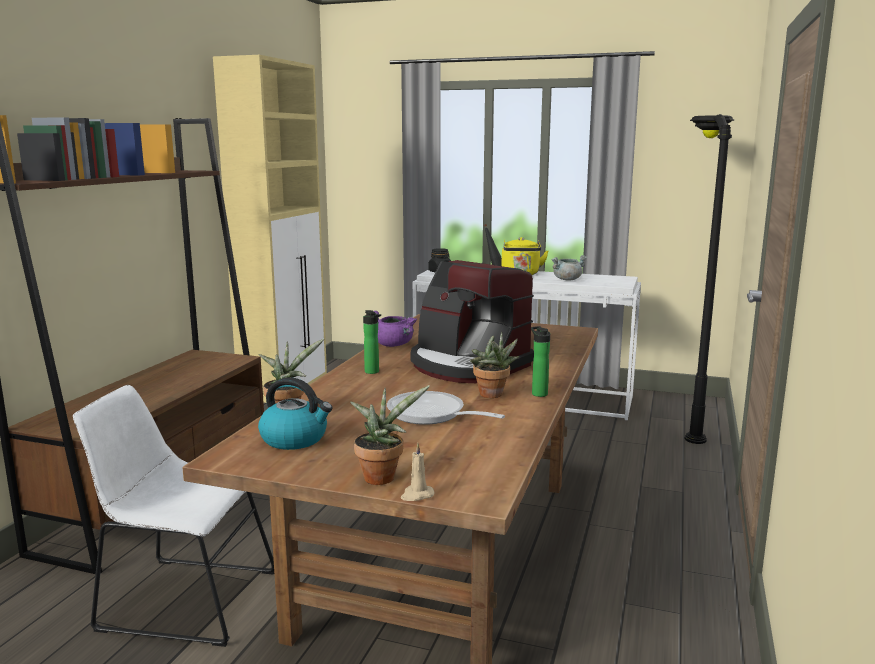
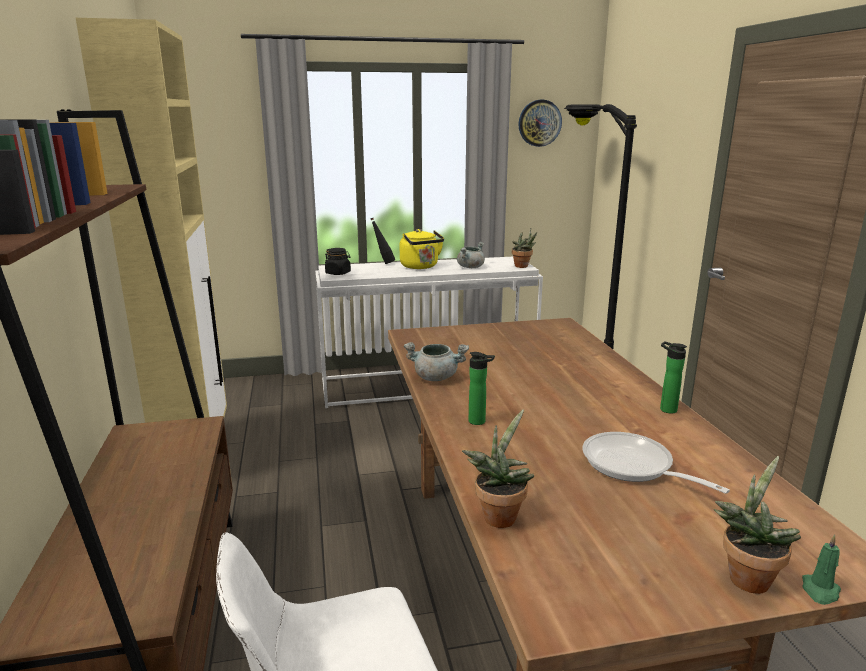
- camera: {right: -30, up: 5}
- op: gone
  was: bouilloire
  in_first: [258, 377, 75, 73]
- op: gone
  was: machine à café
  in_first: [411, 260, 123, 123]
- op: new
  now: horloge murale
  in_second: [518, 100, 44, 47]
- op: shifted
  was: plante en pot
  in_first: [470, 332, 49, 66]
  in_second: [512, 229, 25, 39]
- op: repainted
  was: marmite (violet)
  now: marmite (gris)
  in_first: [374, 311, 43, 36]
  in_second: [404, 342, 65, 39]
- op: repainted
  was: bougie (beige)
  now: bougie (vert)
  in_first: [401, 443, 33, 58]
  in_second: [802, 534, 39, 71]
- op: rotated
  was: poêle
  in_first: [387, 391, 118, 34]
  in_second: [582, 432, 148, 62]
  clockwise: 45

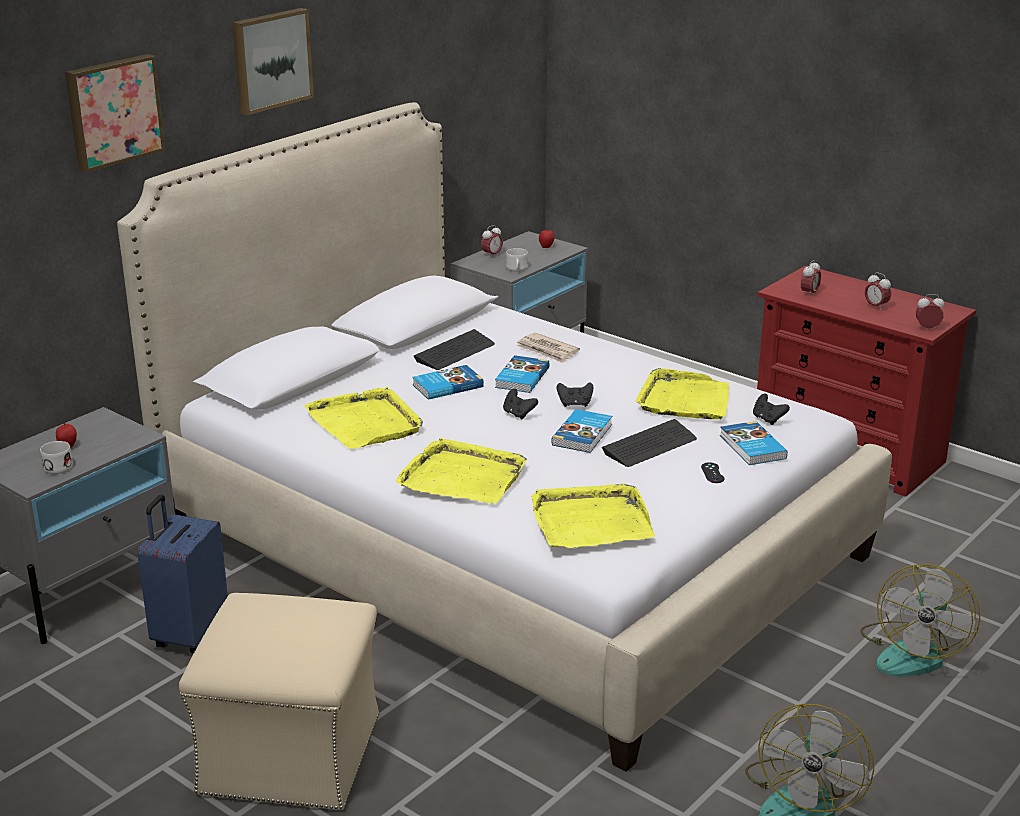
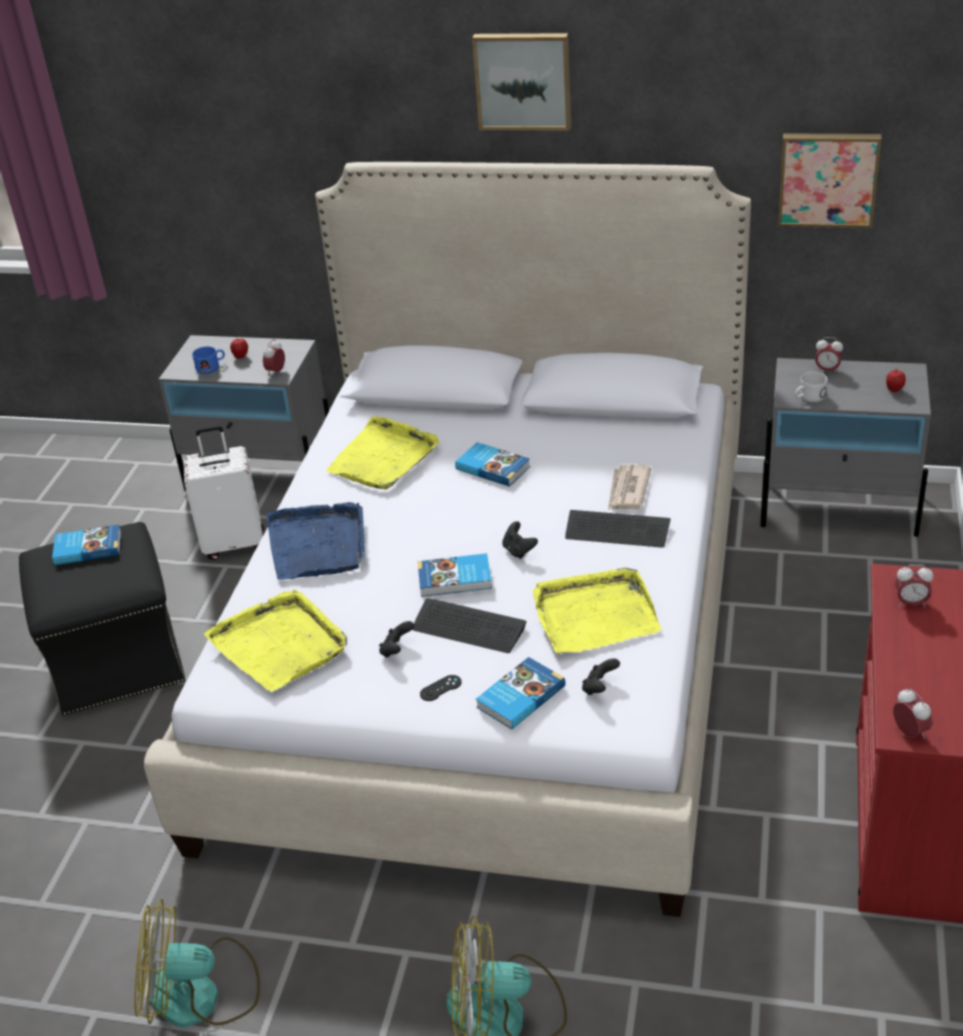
- camera: {right: 65, up: 10}
- op: shifted
  was: tableau
  in_first: [65, 54, 100, 119]
  in_second: [778, 133, 103, 95]
- op: shifted
  was: clavier
  in_first: [414, 329, 81, 41]
  in_second: [565, 510, 106, 38]
- op: shifted
  was: livre
  in_first: [495, 355, 55, 38]
  in_second: [52, 525, 69, 40]
- op: shifted
  was: manette (noir)
  in_first: [503, 389, 35, 31]
  in_second: [379, 621, 35, 37]
- op: shifted
  was: réveil
  in_first: [865, 272, 26, 39]
  in_second: [263, 339, 22, 37]
- op: repainted
  was: mug (blanc)
  now: mug (bleu)
  in_first: [40, 441, 33, 33]
  in_second: [192, 346, 33, 28]
- op: repainted
  was: valise (bleu)
  now: valise (blanc)
  in_first: [137, 495, 91, 159]
  in_second: [183, 426, 81, 134]
- op: repainted
  was: pouf (beige)
  now: pouf (noir)
  in_first: [179, 593, 200, 217]
  in_second: [19, 522, 167, 194]
- op: repainted
  was: plateau (jaune)
  now: plateau (bleu)
  in_first: [395, 437, 132, 66]
  in_second: [266, 502, 99, 78]

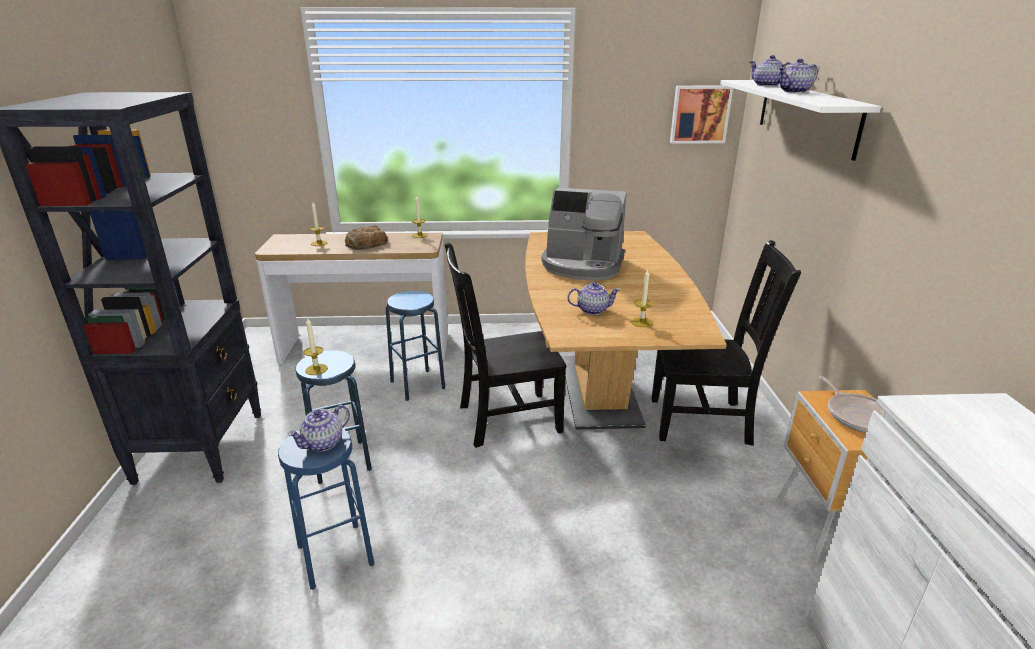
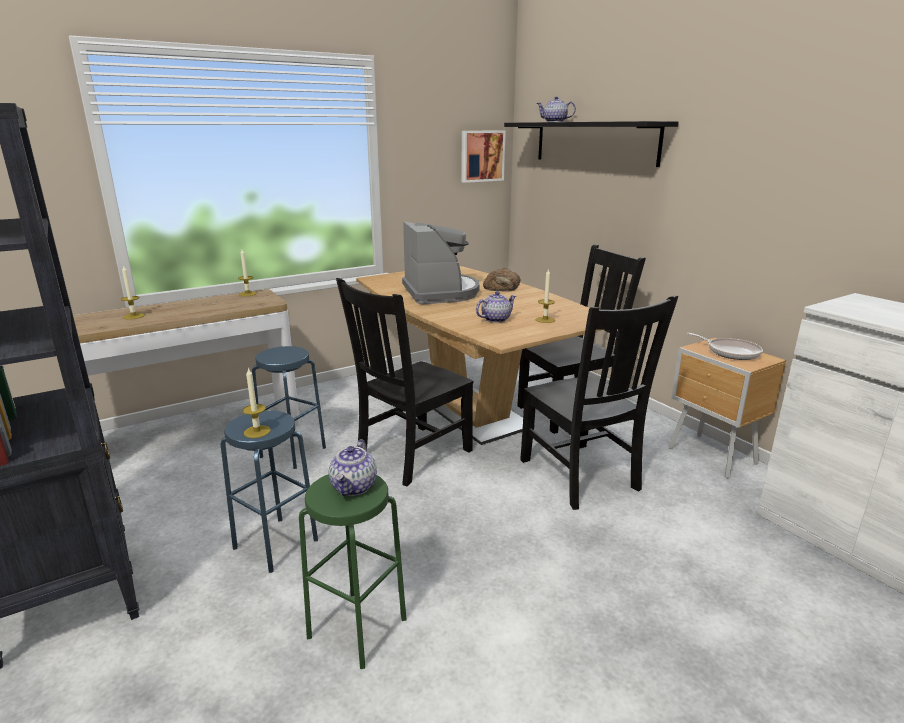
- camera: {right: -30, up: -5}
- op: gone
  was: théière
  in_first: [778, 59, 40, 34]
- op: new
  now: chaise (noir)
  in_second: [520, 295, 158, 215]
- op: shifted
  was: pain
  in_first: [345, 226, 43, 24]
  in_second: [483, 268, 37, 24]
- op: repainted
  was: tabouret (bleu)
  now: tabouret (vert)
  in_first: [278, 429, 96, 161]
  in_second: [299, 474, 108, 195]
- op: repainted
  was: étagère (blanc)
  now: étagère (noir)
  in_first: [720, 80, 161, 81]
  in_second: [504, 121, 175, 46]
- op: rotated
  was: machine à café
  in_first: [542, 187, 85, 93]
  in_second: [402, 221, 78, 83]
  clockwise: -90

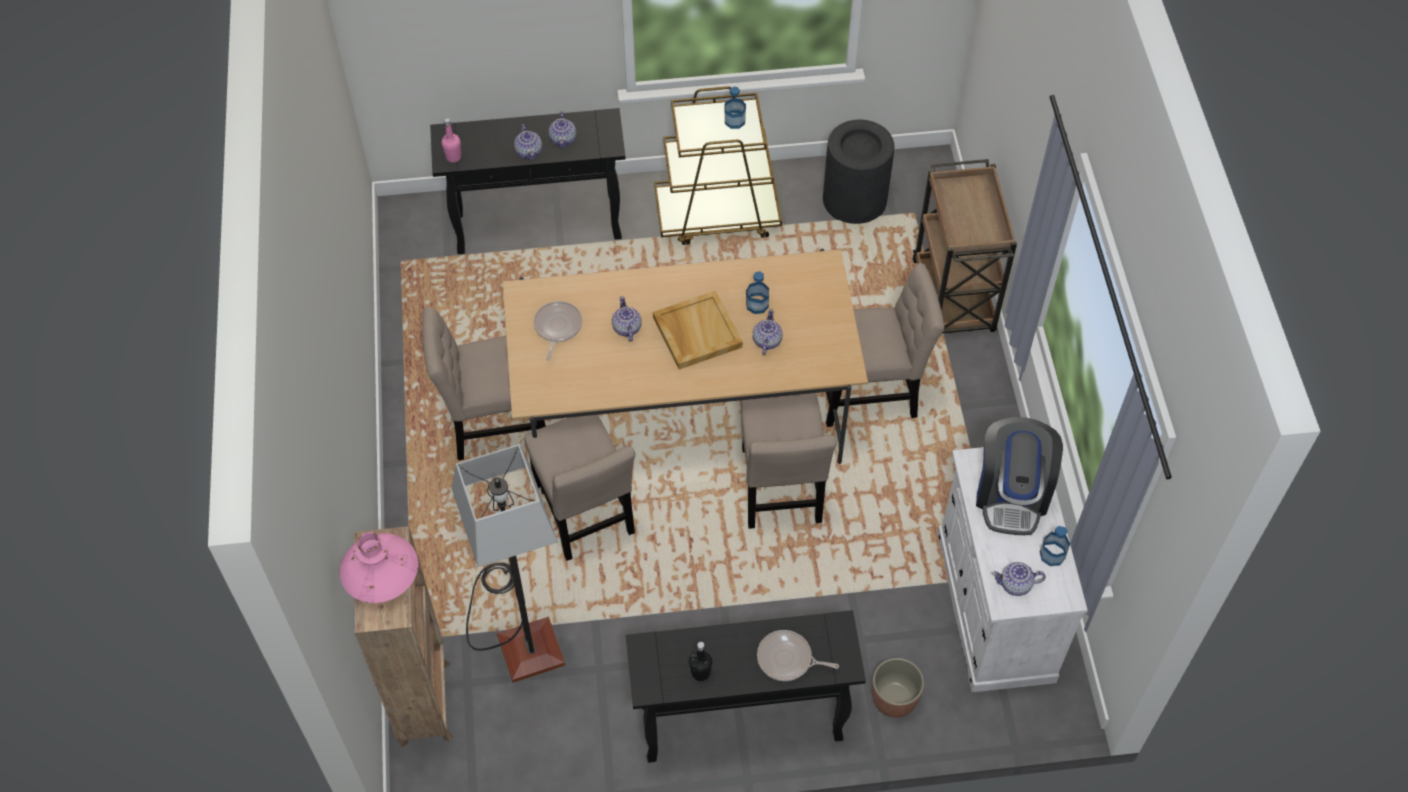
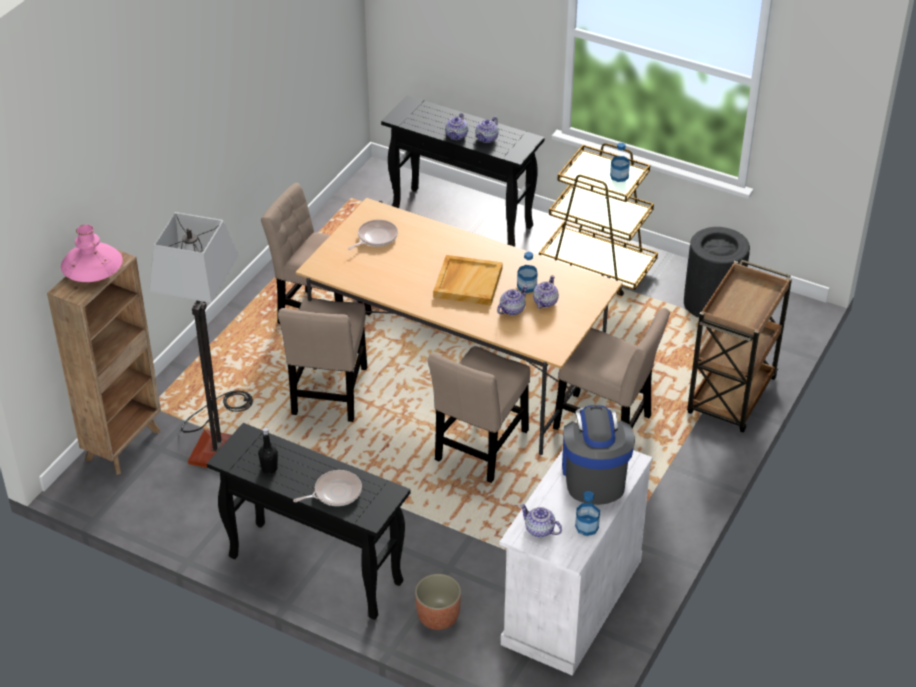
- camera: {right: 35, up: -15}
- op: gone
  was: bouteille (rose)
  in_first: [442, 118, 19, 45]
- op: shifted
  was: théière
  in_first: [612, 296, 30, 46]
  in_second: [533, 275, 26, 34]
- op: rotated
  was: poêle
  in_first: [757, 630, 82, 51]
  in_second: [293, 470, 69, 36]
  clockwise: 105
- op: rotated
  was: machine à café
  in_first: [976, 417, 87, 118]
  in_second: [562, 405, 73, 100]
  clockwise: 135

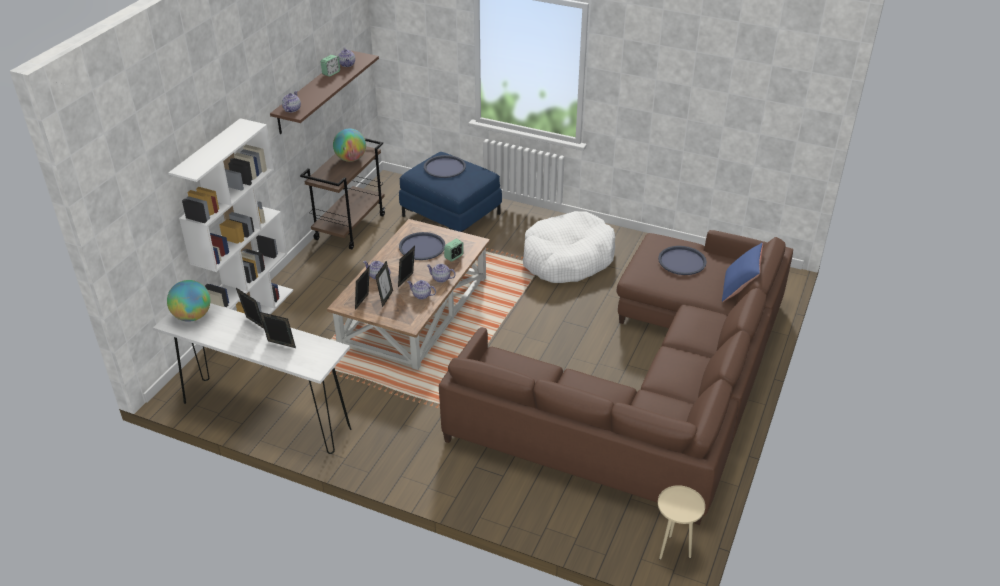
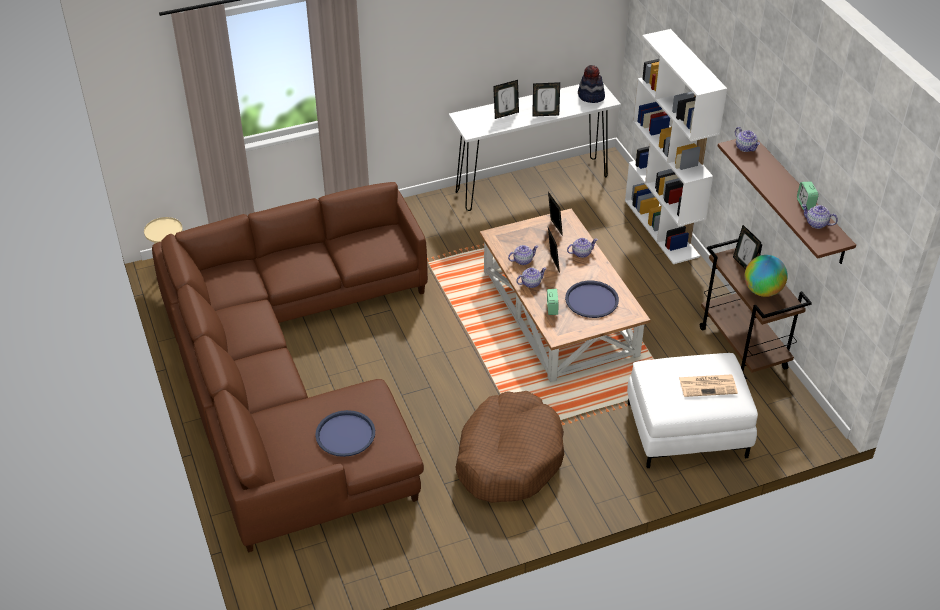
- camera: {right: 135, up: 5}
- op: gone
  was: coussin (bleu)
  in_first: [722, 243, 41, 59]
- op: shifted
  was: cadre photo
  in_first: [375, 261, 18, 46]
  in_second: [733, 225, 28, 44]
- op: swapped
  was: globe
  now: chapeau
  in_first: [167, 280, 44, 42]
  in_second: [578, 65, 27, 38]
- op: swapped
  was: plateau (bleu)
  now: journal
  in_first: [424, 155, 42, 23]
  in_second: [679, 375, 59, 22]
- op: repainted
  was: pouf (bleu)
  now: pouf (blanc)
  in_first: [399, 152, 103, 80]
  in_second: [627, 353, 131, 115]
- op: repainted
  was: panier pour chien (blanc)
  now: panier pour chien (marron)
  in_first: [523, 211, 92, 72]
  in_second: [455, 391, 109, 112]

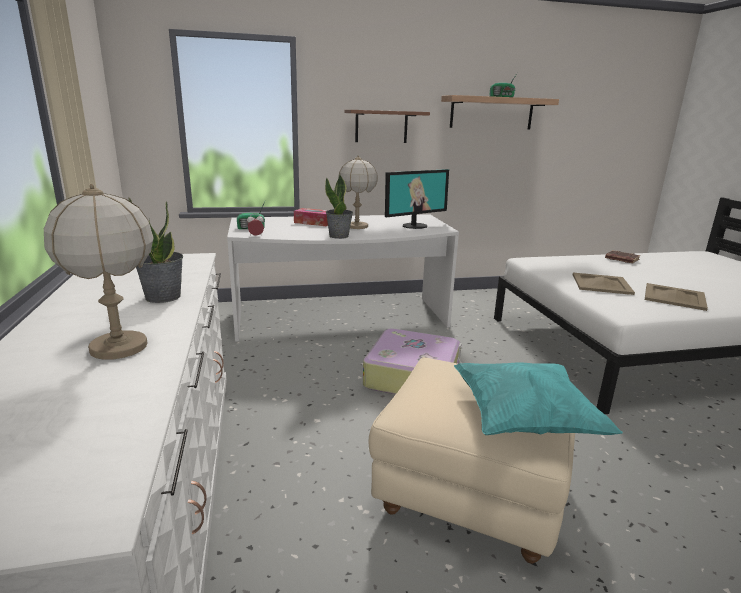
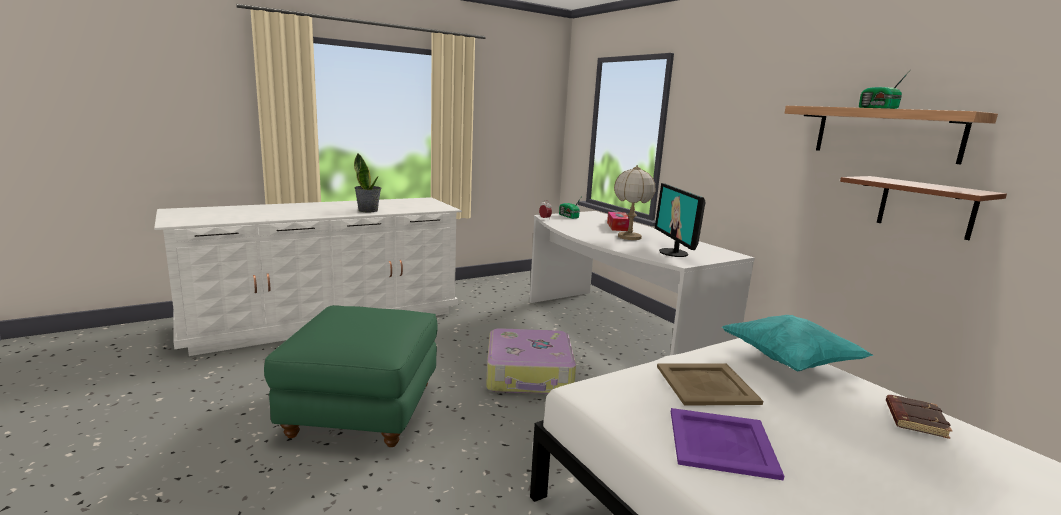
- camera: {right: 70, up: -5}
- op: gone
  was: lampe de table
  in_first: [44, 184, 110, 176]
- op: gone
  was: plante en pot
  in_first: [325, 175, 28, 64]
- op: shifted
  was: étagère (marron)
  in_first: [344, 110, 86, 33]
  in_second: [840, 176, 167, 64]
- op: shifted
  was: coussin (turquoise)
  in_first: [454, 363, 169, 72]
  in_second: [722, 315, 152, 57]
- op: repainted
  was: pouf (beige)
  now: pouf (vert)
  in_first: [369, 357, 206, 207]
  in_second: [264, 305, 174, 142]
- op: repainted
  was: plateau (beige)
  now: plateau (violet)
  in_first: [645, 283, 63, 28]
  in_second: [671, 408, 113, 73]
- op: rotated
  was: écran d'ordinateur
  in_first: [385, 169, 64, 60]
  in_second: [655, 183, 51, 74]
  clockwise: 45

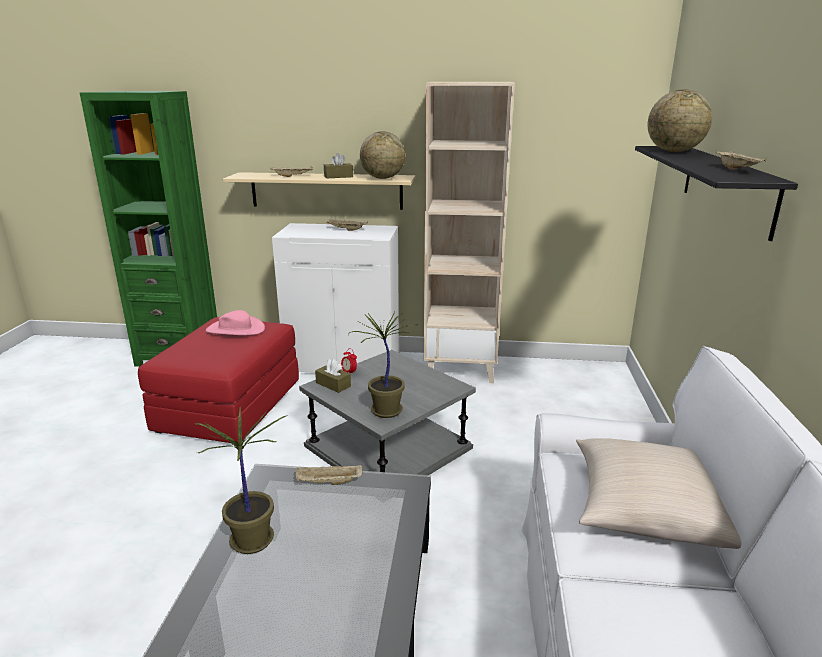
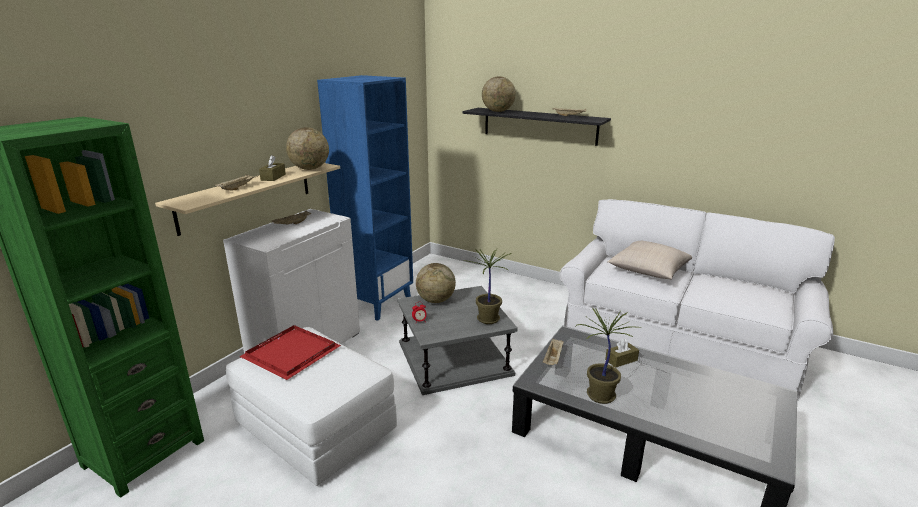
- camera: {right: -65, up: 0}
- op: new
  now: globe
  in_second: [416, 263, 40, 40]
- op: shifted
  was: boîte à mouchoirs (marron)
  in_first: [315, 359, 36, 34]
  in_second: [605, 339, 34, 29]
- op: swapped
  was: chapeau (rose)
  now: plateau (rouge)
  in_first: [206, 310, 59, 25]
  in_second: [240, 325, 101, 55]
- op: repainted
  was: pouf (rouge)
  now: pouf (blanc)
  in_first: [138, 317, 161, 127]
  in_second: [226, 327, 171, 159]
- op: repainted
  was: bibliothèque (beige)
  now: bibliothèque (bleu)
  in_first: [424, 82, 91, 301]
  in_second: [317, 75, 96, 246]

